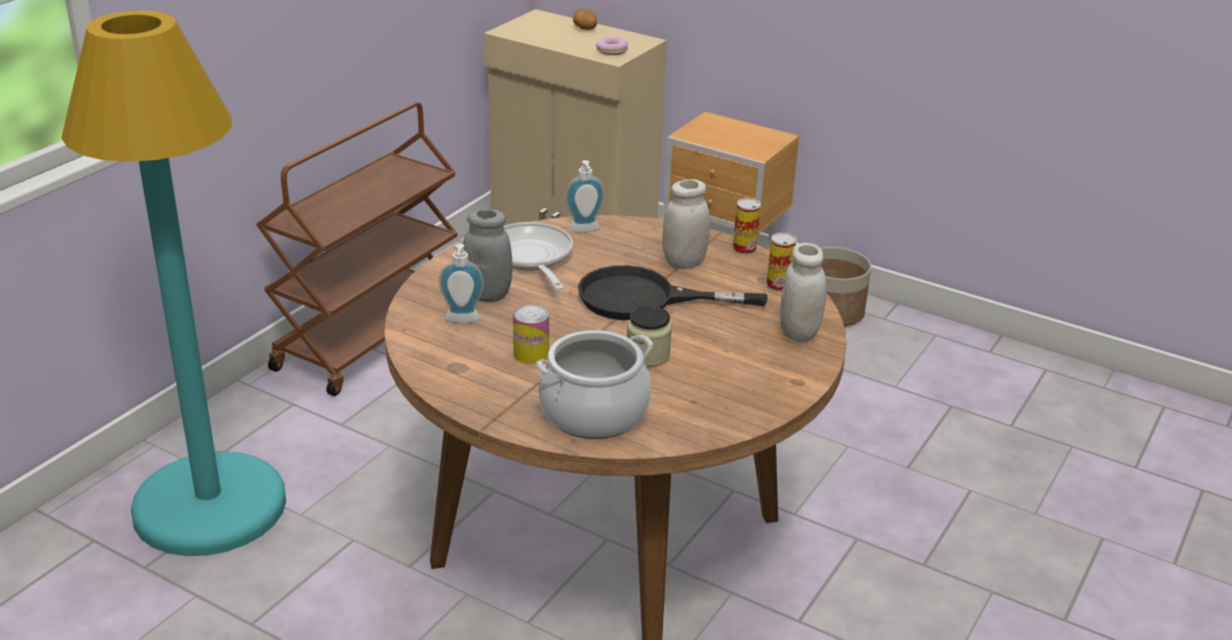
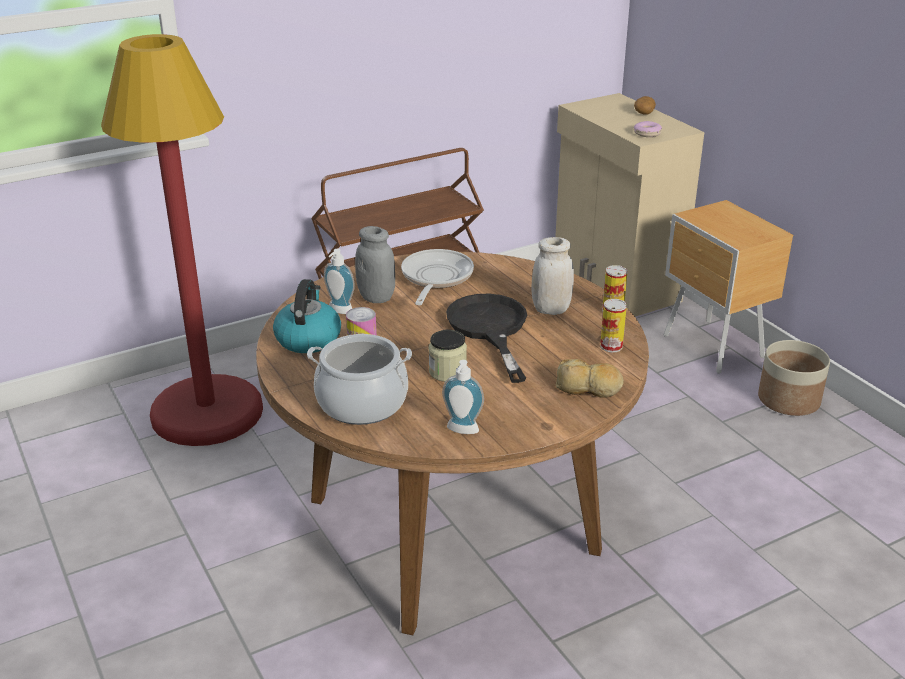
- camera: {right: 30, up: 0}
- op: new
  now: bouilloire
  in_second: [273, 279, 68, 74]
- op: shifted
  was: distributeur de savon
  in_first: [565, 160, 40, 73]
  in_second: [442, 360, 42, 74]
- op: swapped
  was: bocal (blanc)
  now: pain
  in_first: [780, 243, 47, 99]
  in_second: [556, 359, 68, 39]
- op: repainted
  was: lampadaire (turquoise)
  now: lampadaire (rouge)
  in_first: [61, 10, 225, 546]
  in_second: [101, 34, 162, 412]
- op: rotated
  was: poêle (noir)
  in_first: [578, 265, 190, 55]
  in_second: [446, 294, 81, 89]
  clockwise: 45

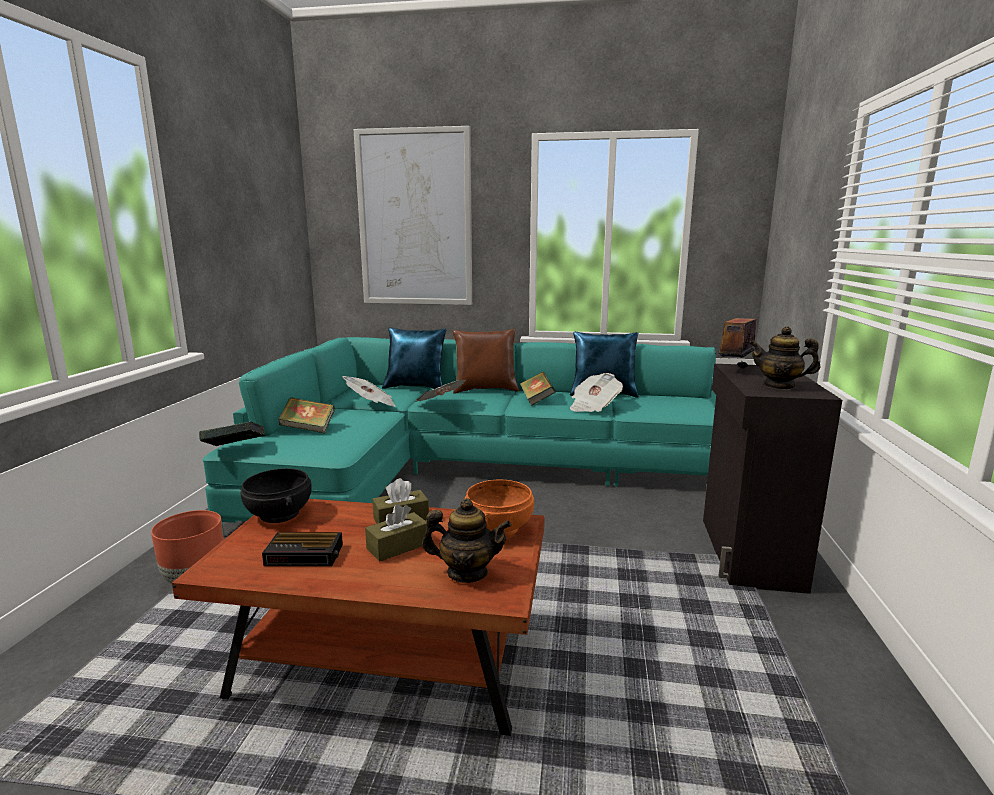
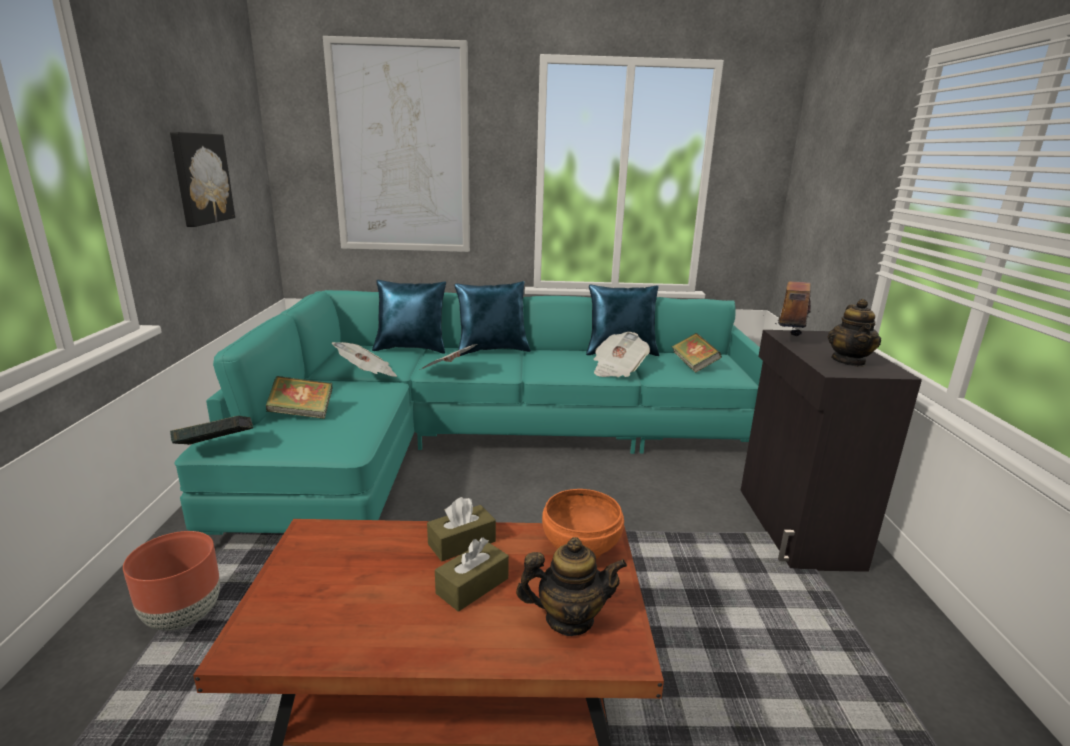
- camera: {right: -10, up: 5}
- op: gone
  was: bol (noir)
  in_first: [241, 468, 71, 55]
- op: gone
  was: réveil
  in_first: [262, 532, 81, 34]
- op: new
  now: tableau
  in_second: [170, 132, 65, 95]
- op: shifted
  was: livre
  in_first: [520, 372, 36, 34]
  in_second: [672, 333, 50, 40]
- op: repainted
  was: coussin (marron)
  now: coussin (bleu)
  in_first: [453, 329, 66, 65]
  in_second: [454, 281, 77, 75]
- op: rotated
  was: théière
  in_first: [749, 326, 71, 64]
  in_second: [828, 299, 53, 68]
  clockwise: -90

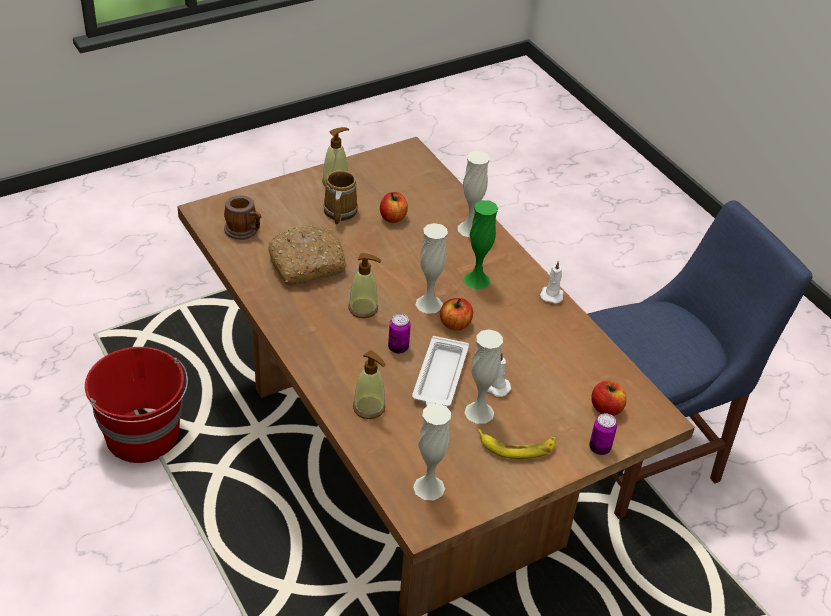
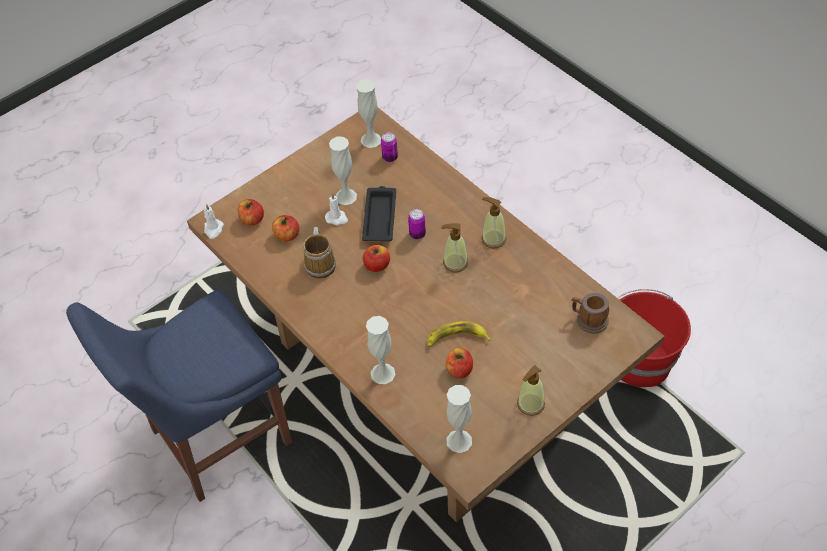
- camera: {right: 175, up: 10}
- op: gone
  was: pain
  in_first: [269, 225, 78, 60]
- op: gone
  was: vase (vert)
  in_first: [464, 200, 34, 89]
- op: new
  now: pomme
  in_second: [272, 215, 27, 27]
- op: shifted
  was: mug
  in_first: [323, 170, 35, 54]
  in_second: [303, 227, 33, 52]
- op: shifted
  was: distributeur de savon
  in_first: [353, 350, 33, 69]
  in_second: [481, 197, 25, 51]
- op: shifted
  was: vase (blanc)
  in_first: [416, 223, 32, 91]
  in_second: [446, 385, 26, 68]
- op: shifted
  was: banane
  in_first: [477, 429, 79, 30]
  in_second: [427, 321, 64, 26]
- op: shifted
  was: bougie (blanc)
  in_first: [540, 261, 24, 43]
  in_second: [204, 204, 20, 35]
- op: shifted
  was: boîte métallique
  in_first: [589, 413, 28, 42]
  in_second: [381, 132, 17, 30]
- op: repainted
  was: plateau (blanc)
  now: plateau (noir)
  in_first: [412, 336, 57, 71]
  in_second: [362, 186, 34, 55]

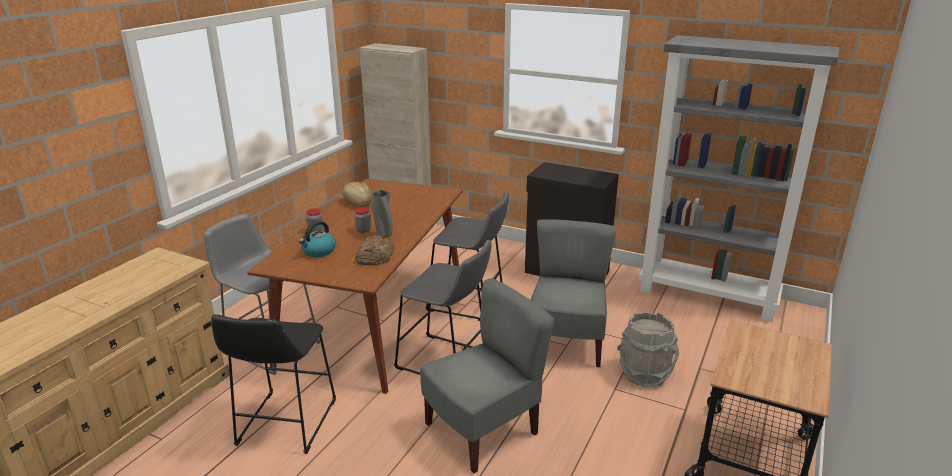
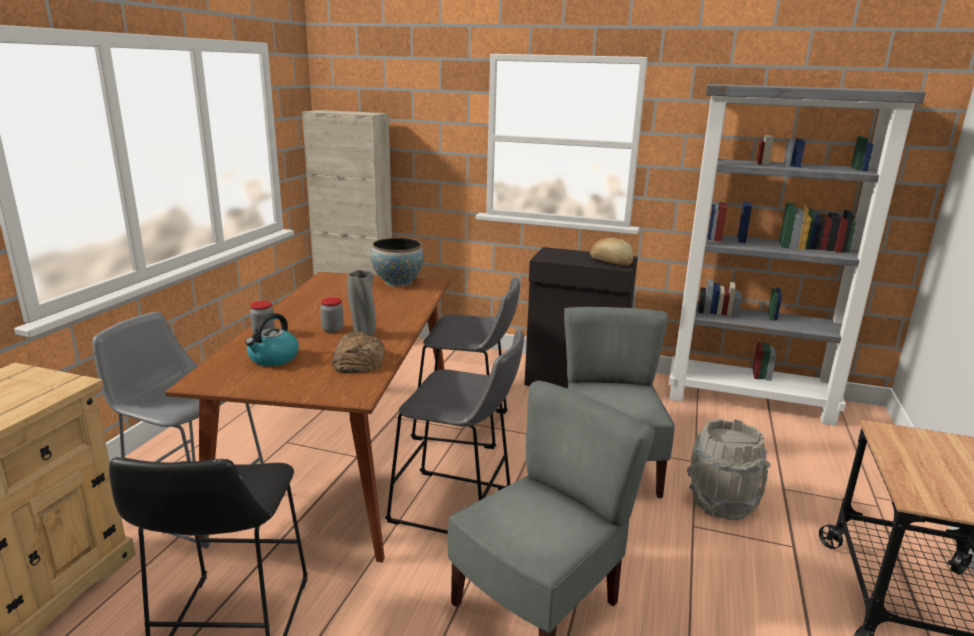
- camera: {right: -10, up: -5}
- op: new
  now: bol
  in_second: [371, 238, 53, 49]
- op: shifted
  was: pain
  in_first: [342, 182, 30, 25]
  in_second: [590, 238, 43, 28]

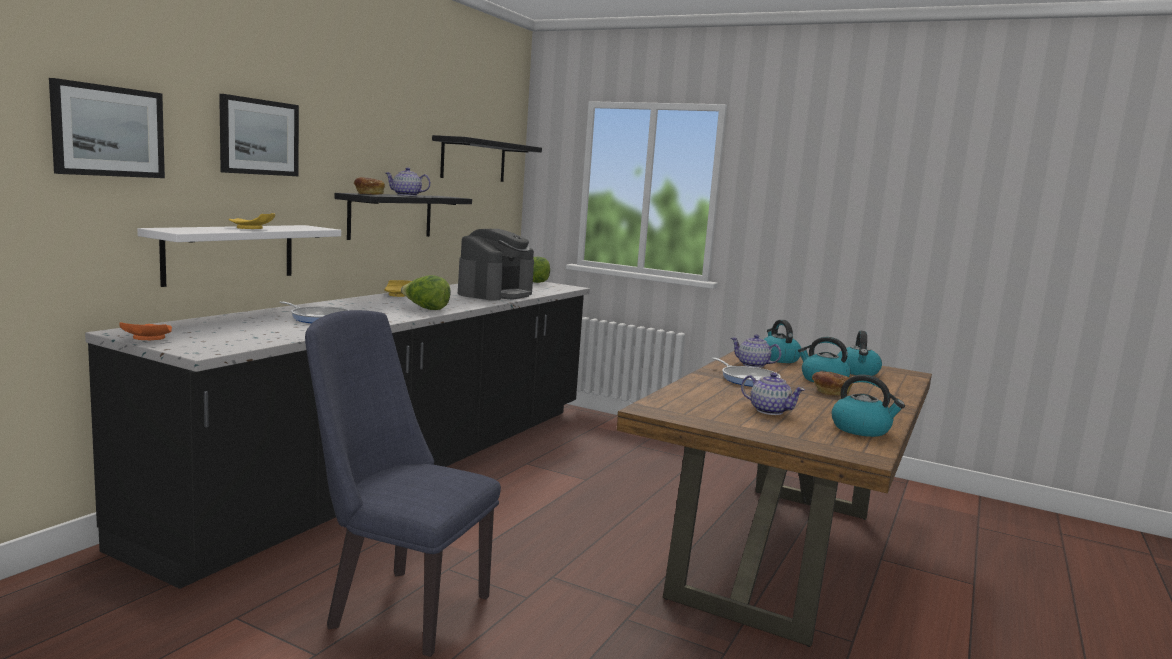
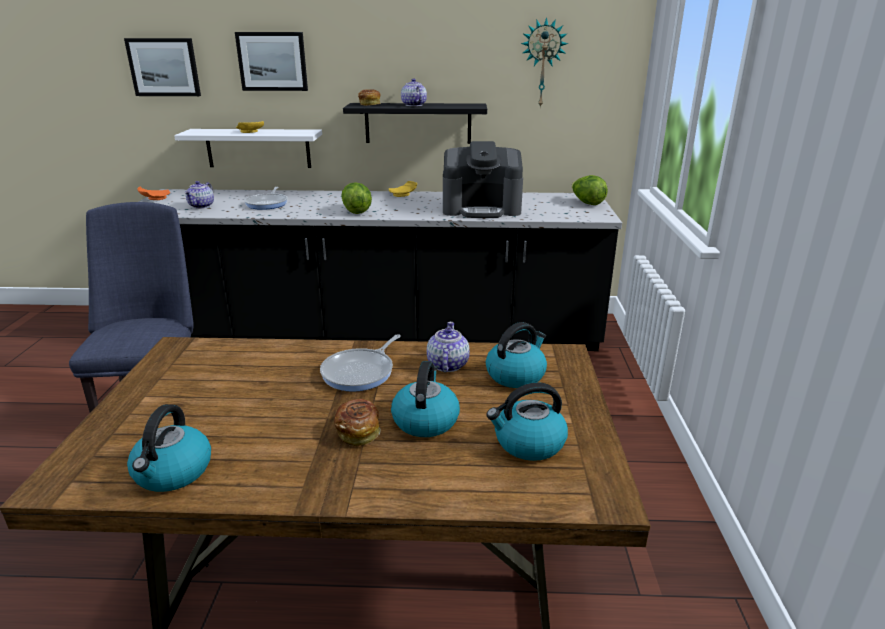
- camera: {right: 65, up: 15}
- op: shifted
  was: théière
  in_first: [741, 373, 64, 42]
  in_second: [185, 181, 29, 28]
- op: swapped
  was: étagère (noir)
  now: horloge murale
  in_first: [432, 135, 110, 47]
  in_second: [521, 17, 47, 91]

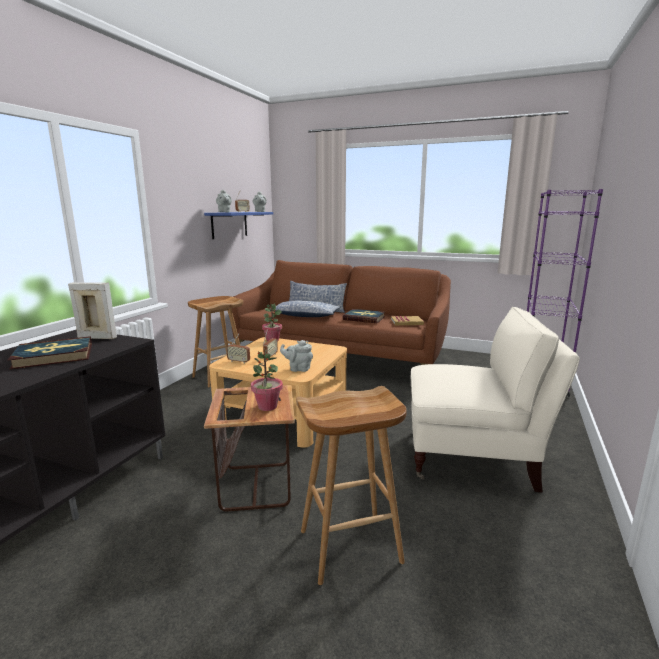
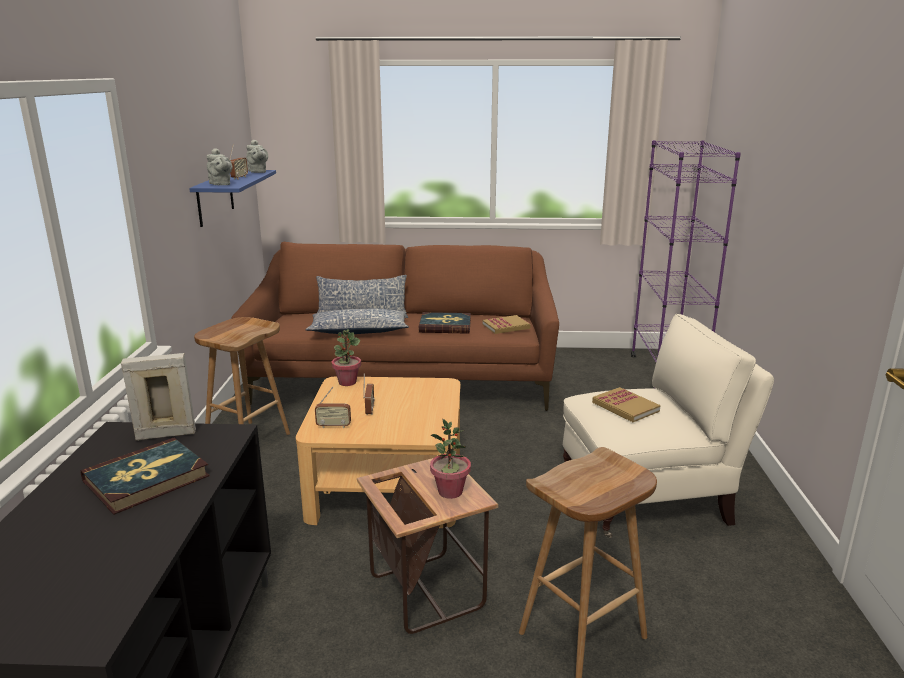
- camera: {right: -20, up: 5}
- op: gone
  was: théière (gris)
  in_first: [280, 340, 33, 32]
- op: new
  now: livre
  in_second: [592, 387, 69, 35]

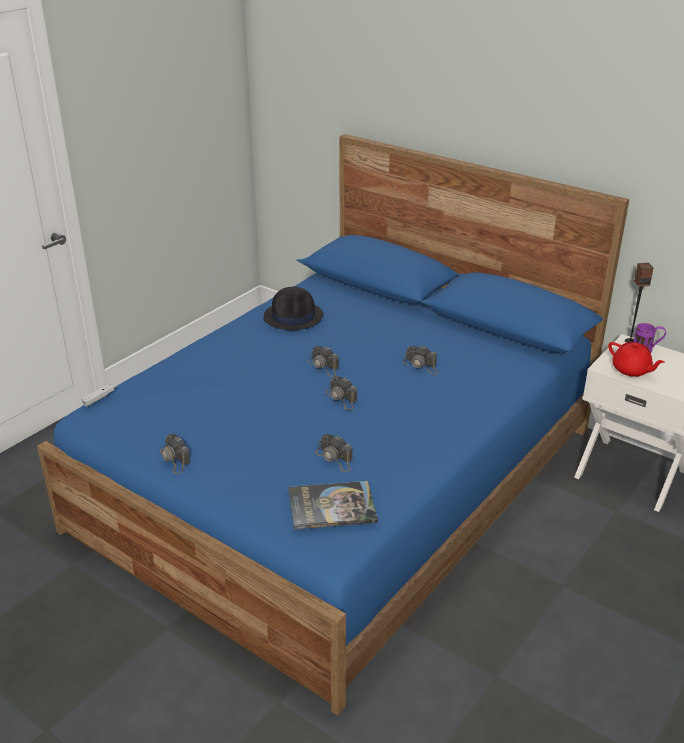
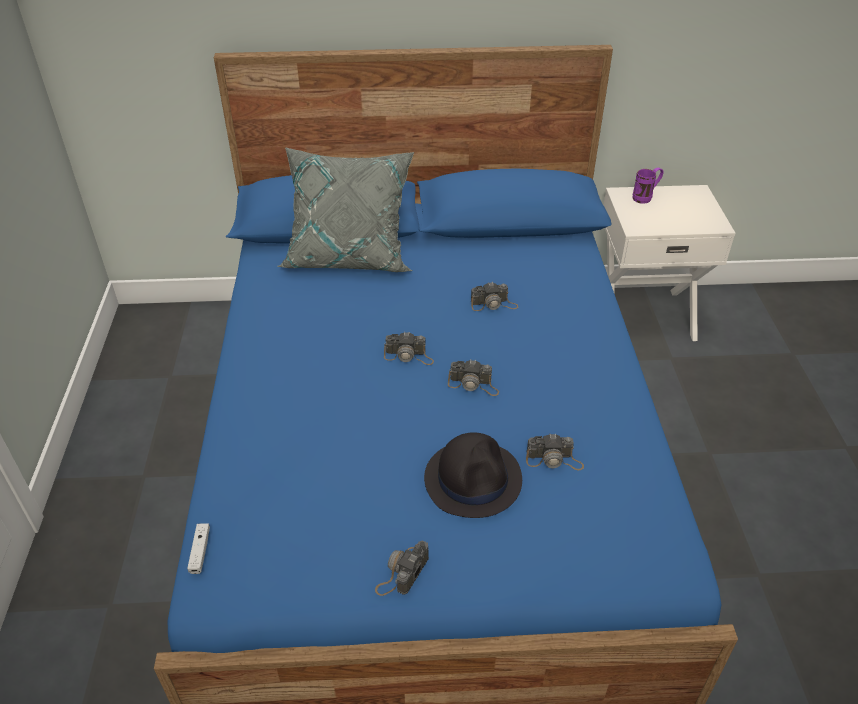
- camera: {right: -40, up: 10}
- op: gone
  was: livre
  in_first: [288, 481, 90, 48]
- op: gone
  was: théière (rouge)
  in_first: [608, 342, 57, 35]
- op: gone
  was: enceinte
  in_first: [625, 263, 28, 80]
- op: new
  now: coussin (gris)
  in_second: [277, 147, 137, 125]
- op: shifted
  was: chapeau (noir)
  in_first: [263, 287, 60, 43]
  in_second: [424, 432, 98, 86]
- op: rotated
  was: appareil photo
  in_first: [160, 433, 30, 41]
  in_second: [375, 540, 54, 56]
  clockwise: 105

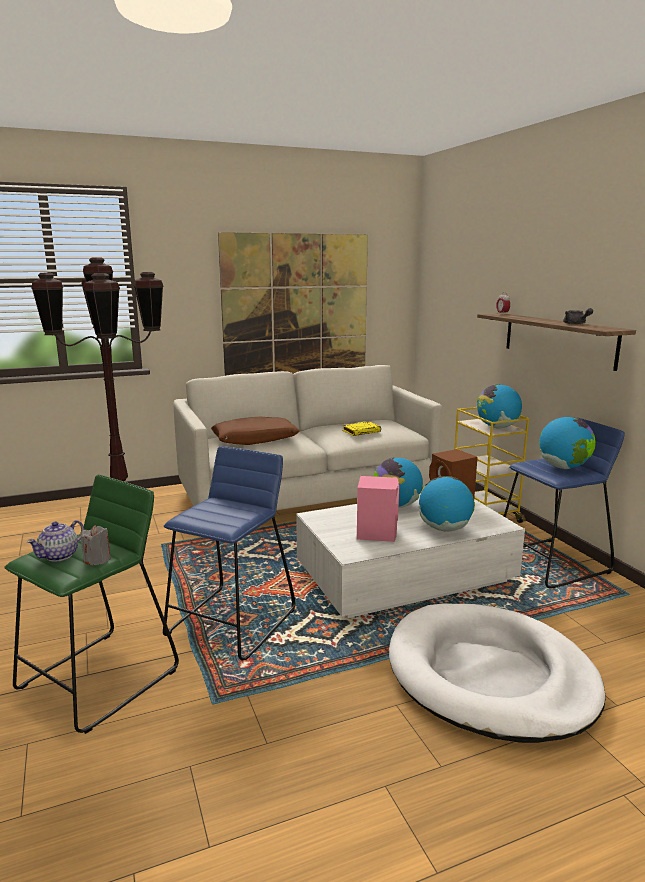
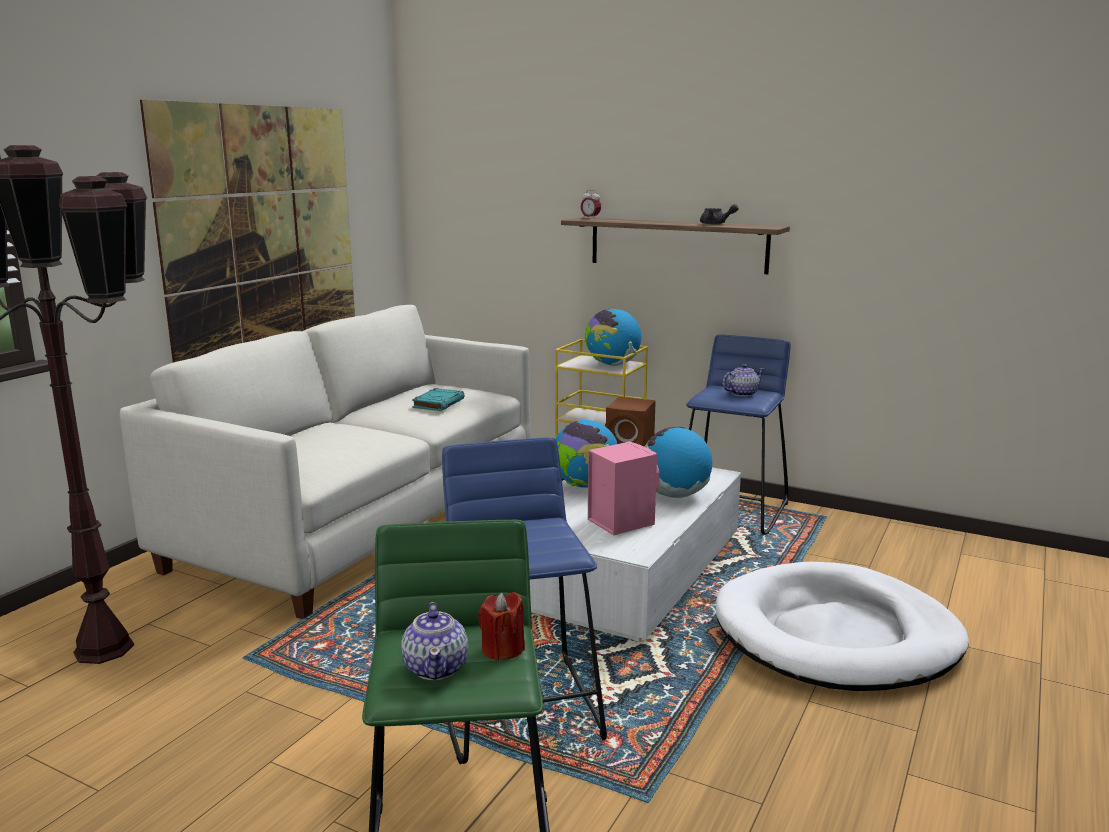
- camera: {right: -40, up: 0}
- op: gone
  was: coussin (marron)
  in_first: [211, 417, 88, 28]
- op: swapped
  was: globe
  now: théière
  in_first: [539, 417, 57, 52]
  in_second: [722, 364, 42, 33]
- op: repainted
  was: bougie (gris)
  now: bougie (rouge)
  in_first: [81, 525, 30, 40]
  in_second: [478, 592, 47, 69]
- op: repainted
  was: livre (jaune)
  now: livre (turquoise)
  in_first: [342, 421, 39, 15]
  in_second: [412, 388, 52, 23]

